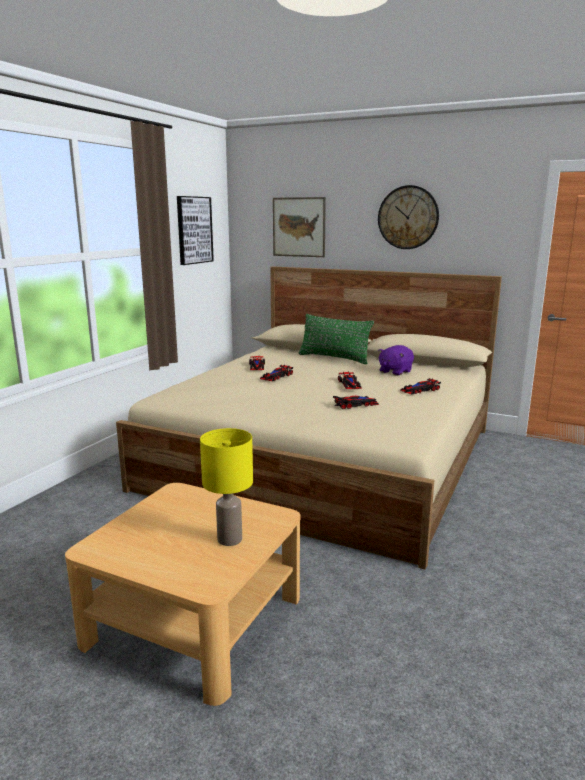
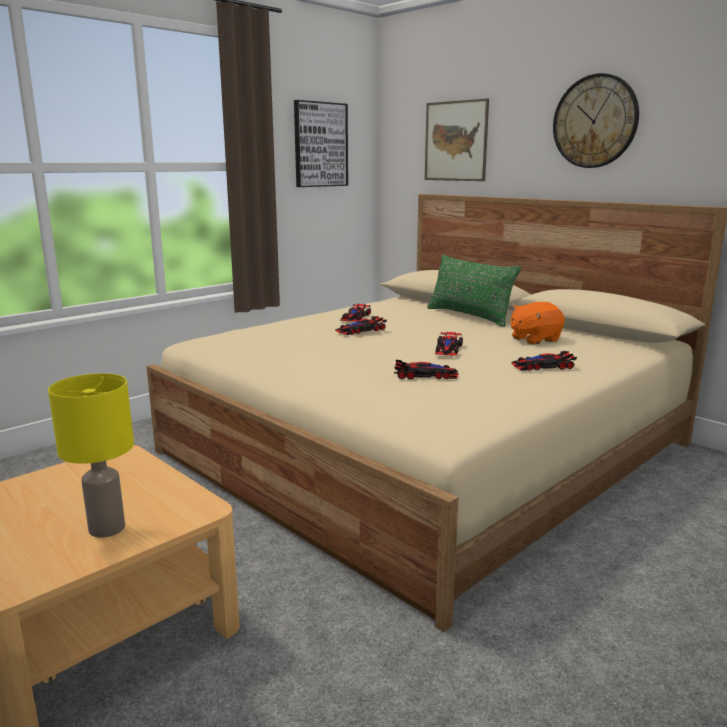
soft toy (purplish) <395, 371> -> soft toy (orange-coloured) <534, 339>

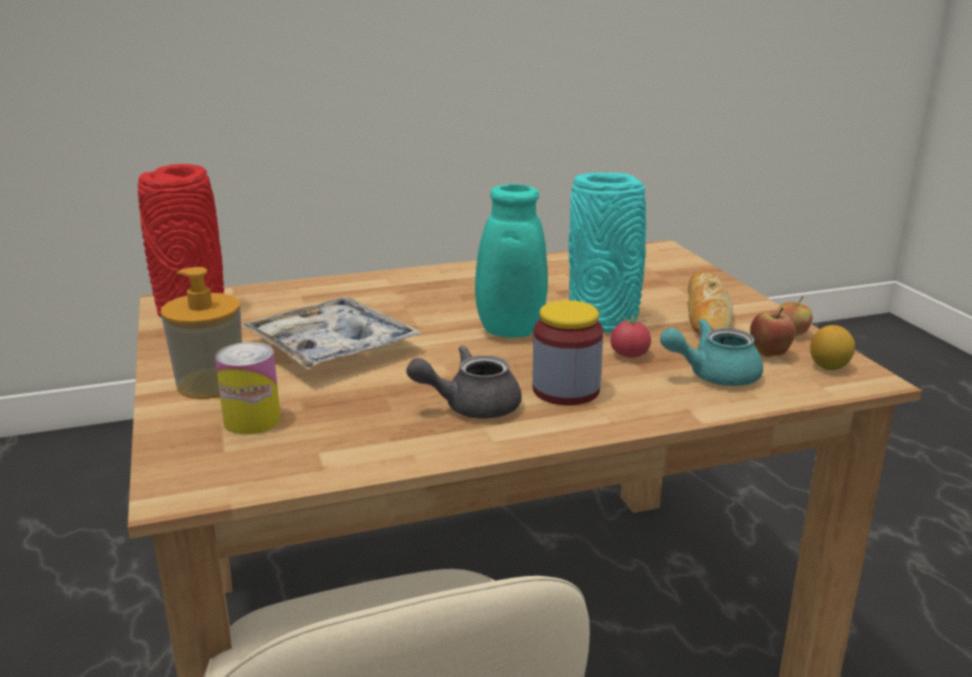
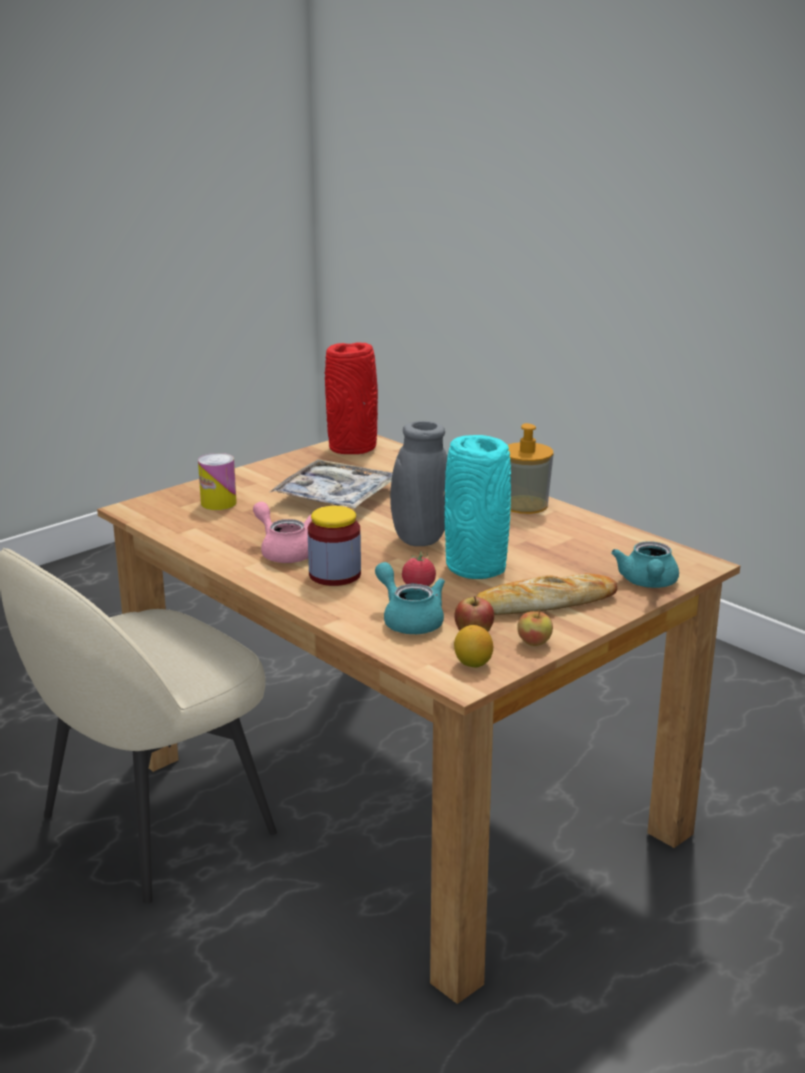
decorative vase (blue-green) <505, 333> -> decorative vase (gray) <415, 539>
soap bottle <211, 383> -> soap bottle <525, 505>, relocated
tea pot (gray) <470, 406> -> tea pot (pink-coloured) <284, 552>
none -> tea pot (blue-green) <648, 583>

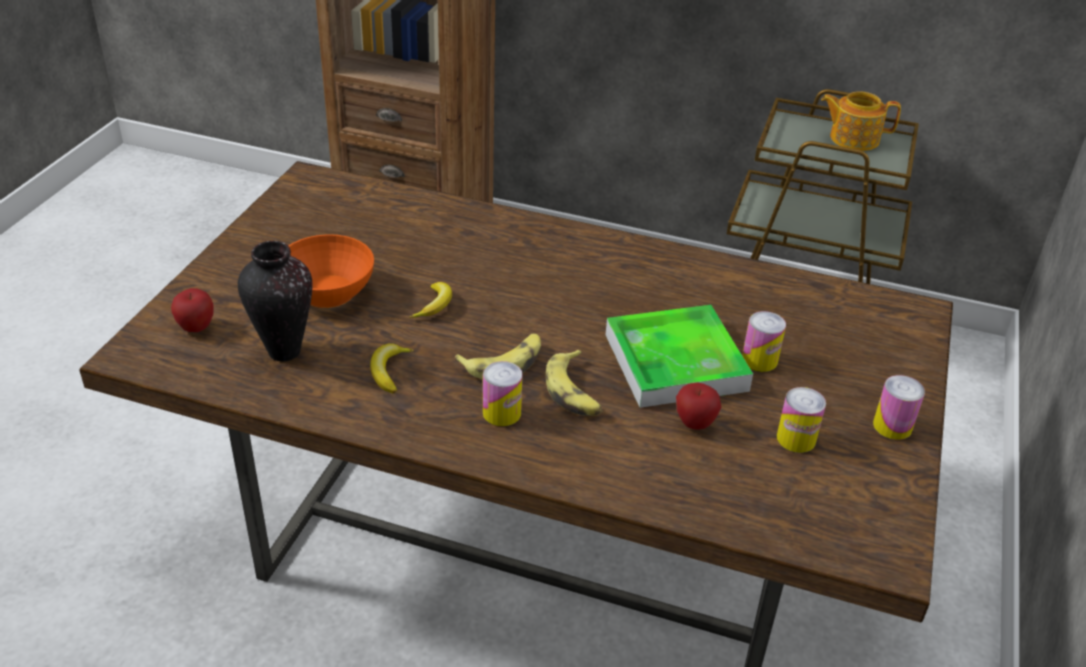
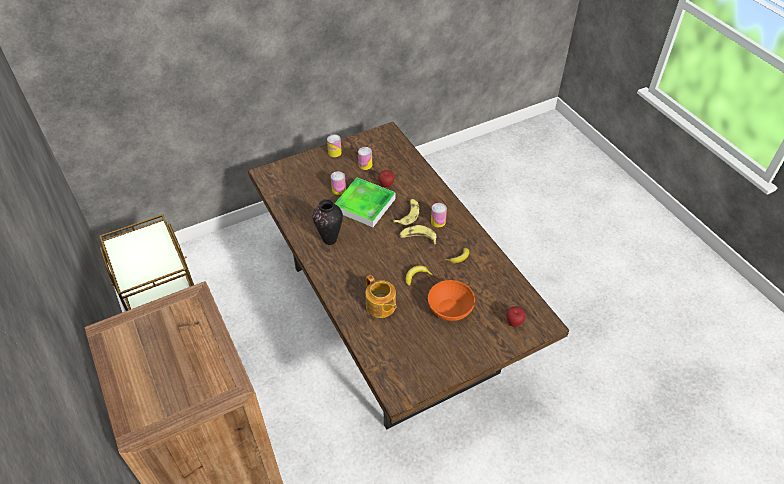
tea pot <853, 138> -> tea pot <381, 306>, relocated
decorative vase <283, 351> -> decorative vase <330, 240>, relocated

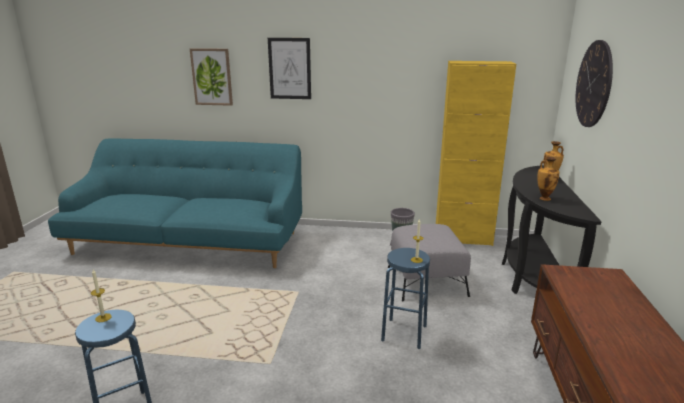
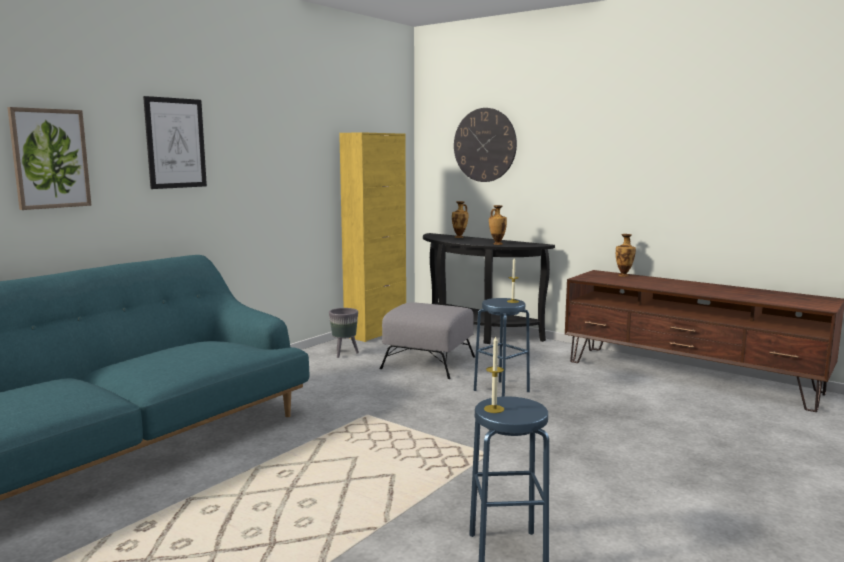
none -> decorative vase <624, 275>

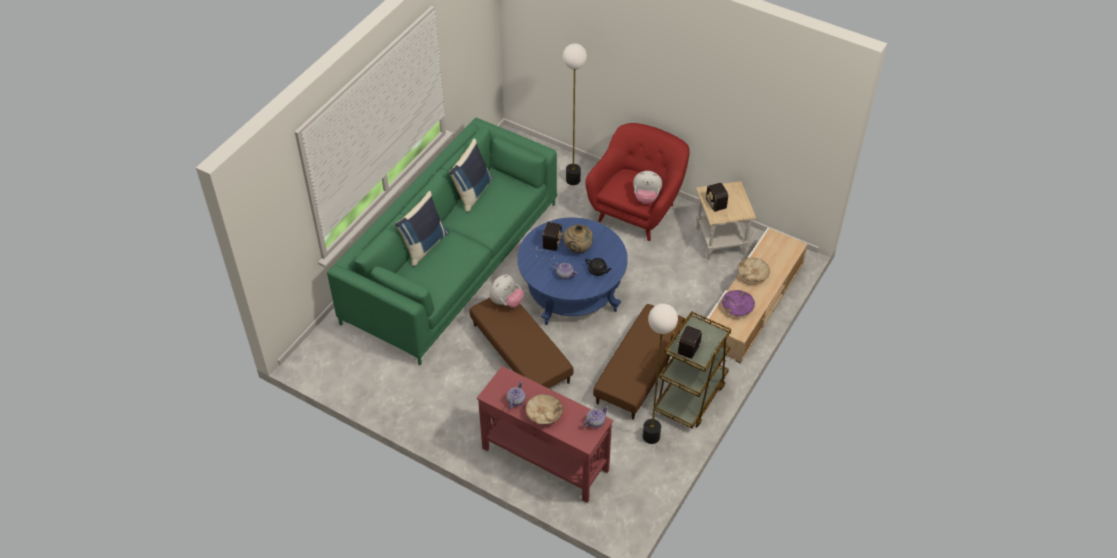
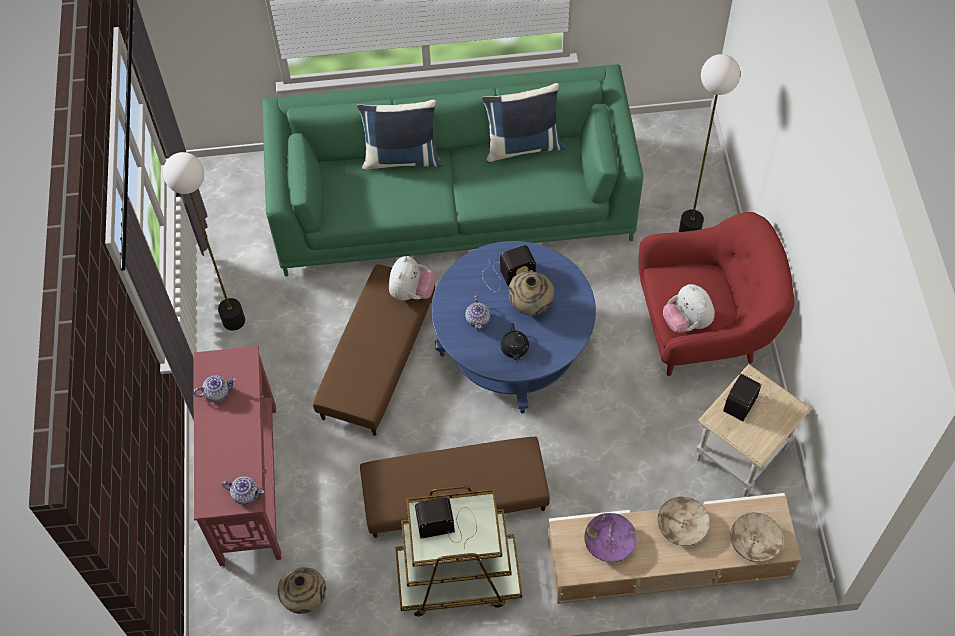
soft toy <506, 302> -> soft toy <412, 292>, 75 degrees counterclockwise
standard lamp <650, 436> -> standard lamp <233, 320>, relocated
deep dish (beige-coloured) <544, 414> -> deep dish (beige-coloured) <754, 542>, relocated
none -> decorative vase (beige-coloured) <305, 599>

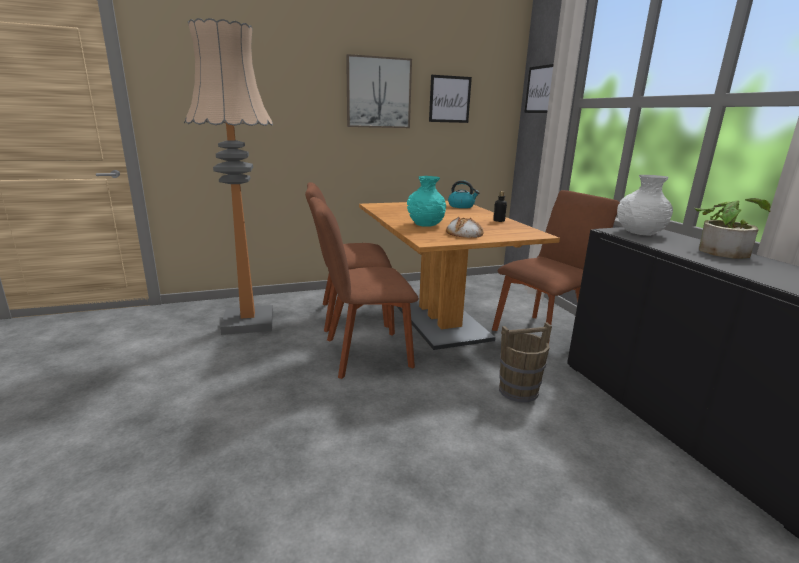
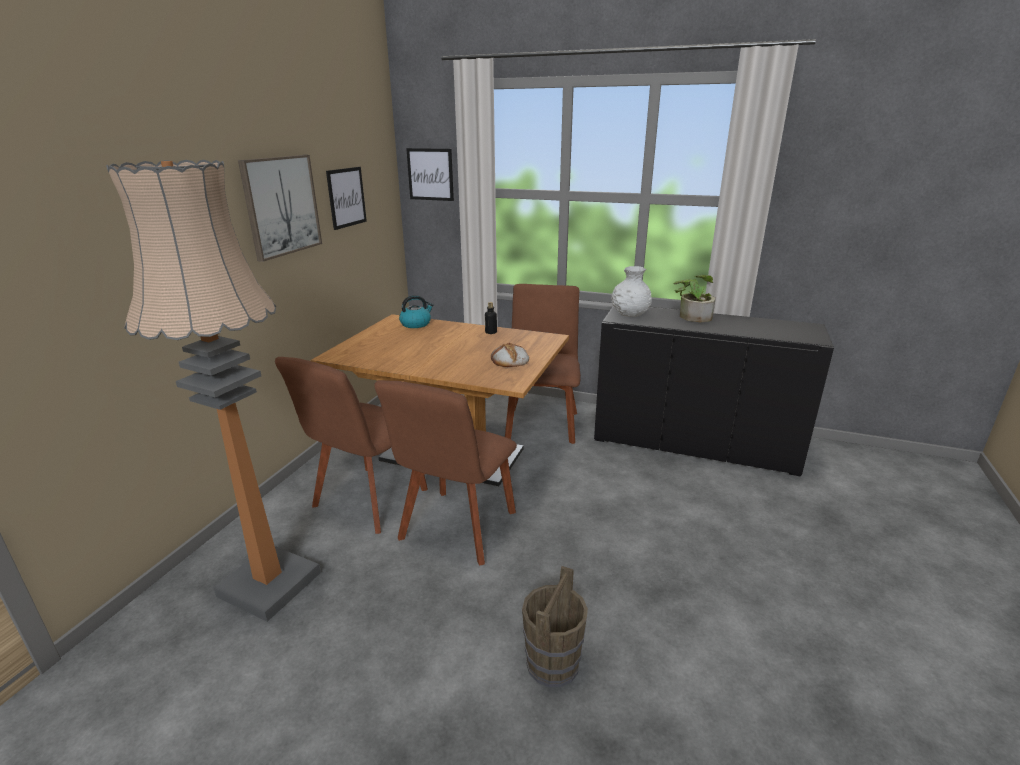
decorative vase (blue-green) <426, 225> -> none
pail (brown-coloured) <518, 391> -> pail (brown-coloured) <553, 663>, relocated

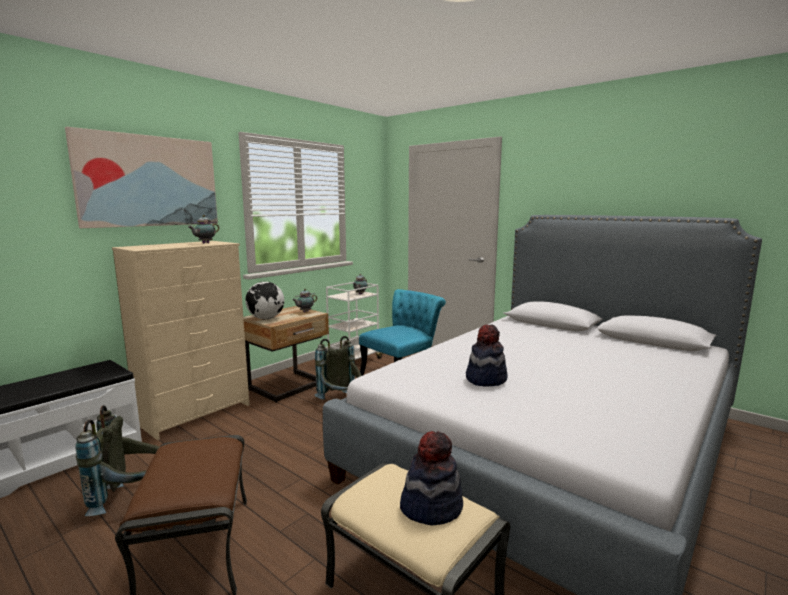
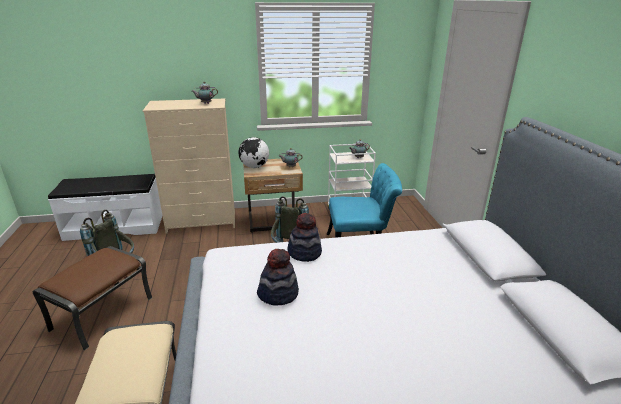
wall picture <149, 181> -> none
hat <431, 506> -> hat <304, 252>, relocated

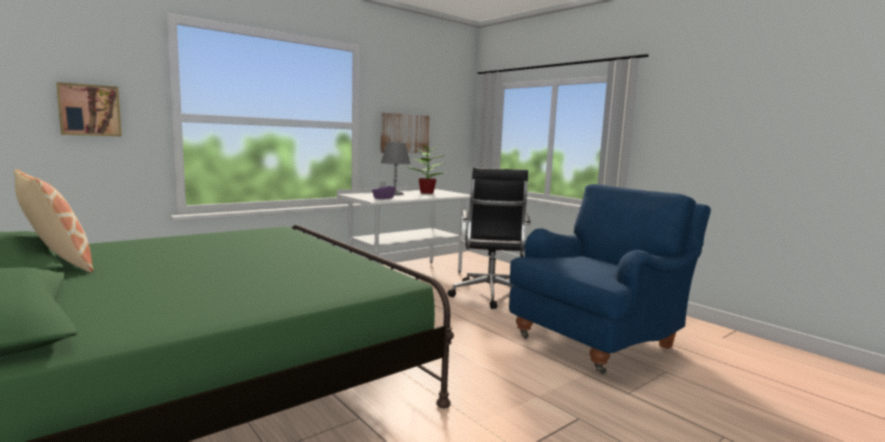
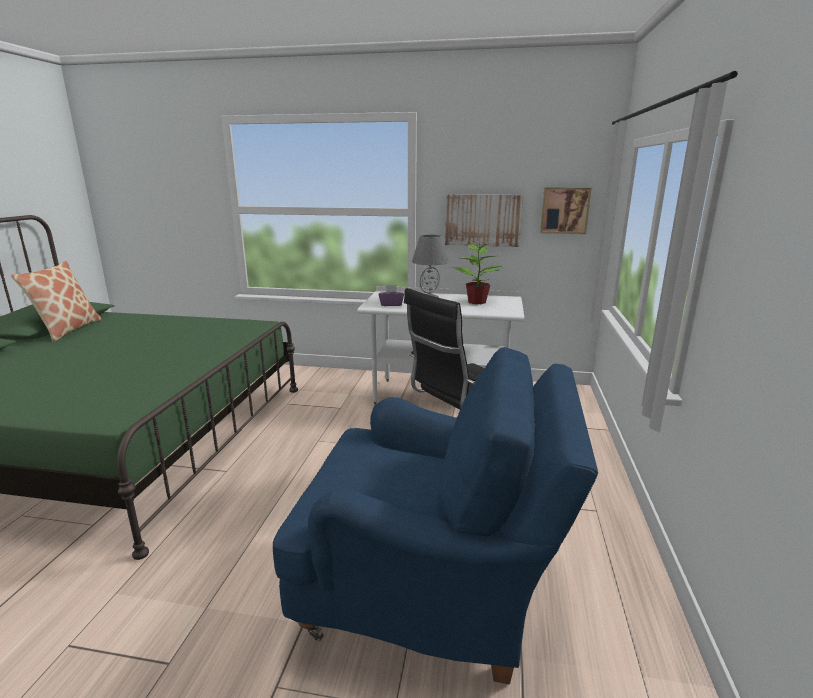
wall picture <89, 110> -> wall picture <564, 210>, relocated

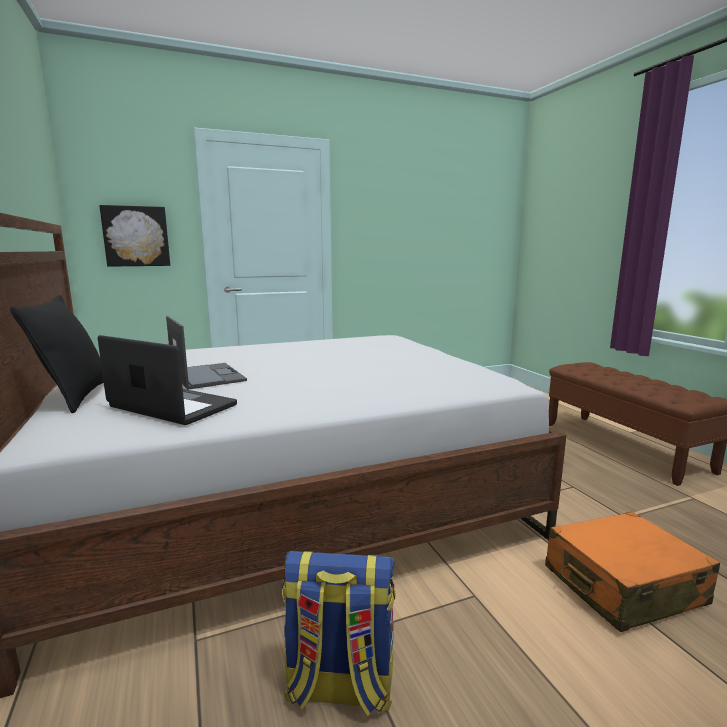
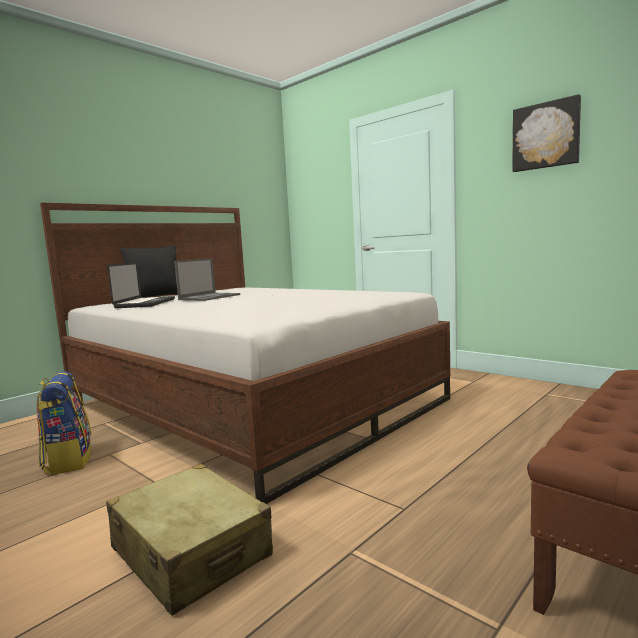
wall picture <136, 236> -> wall picture <546, 135>, relocated
travel case (orange-coloured) <622, 586> -> travel case (beige-coloured) <191, 552>

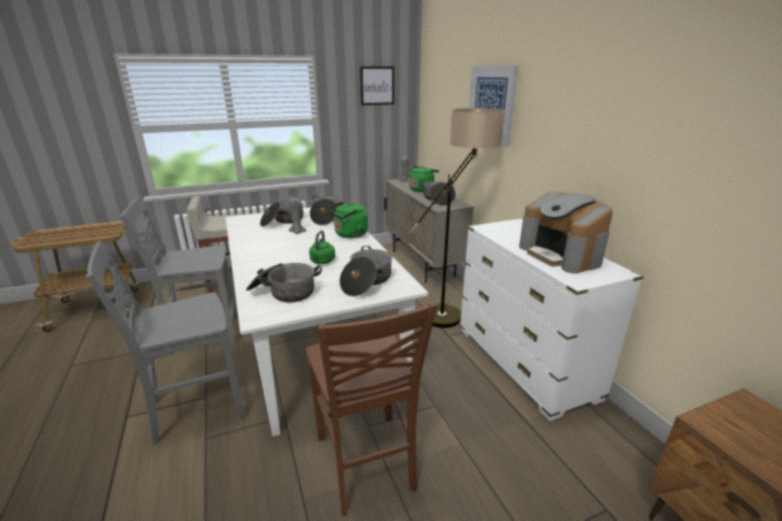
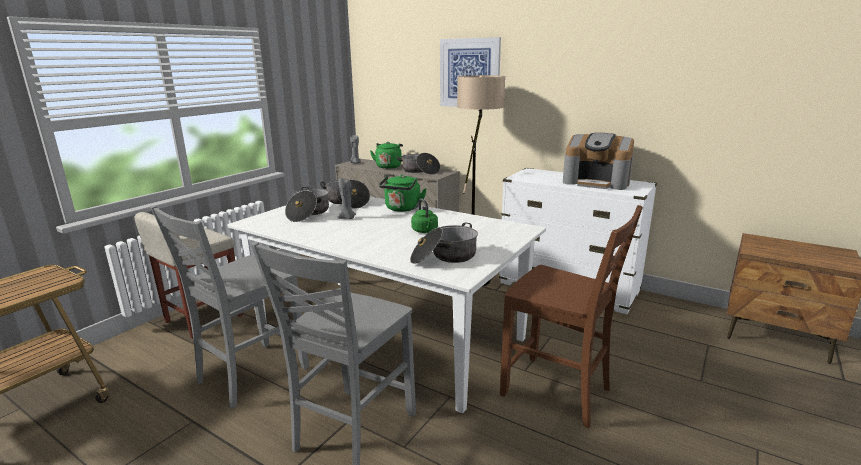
wall picture <377, 86> -> none
stockpot <366, 281> -> none

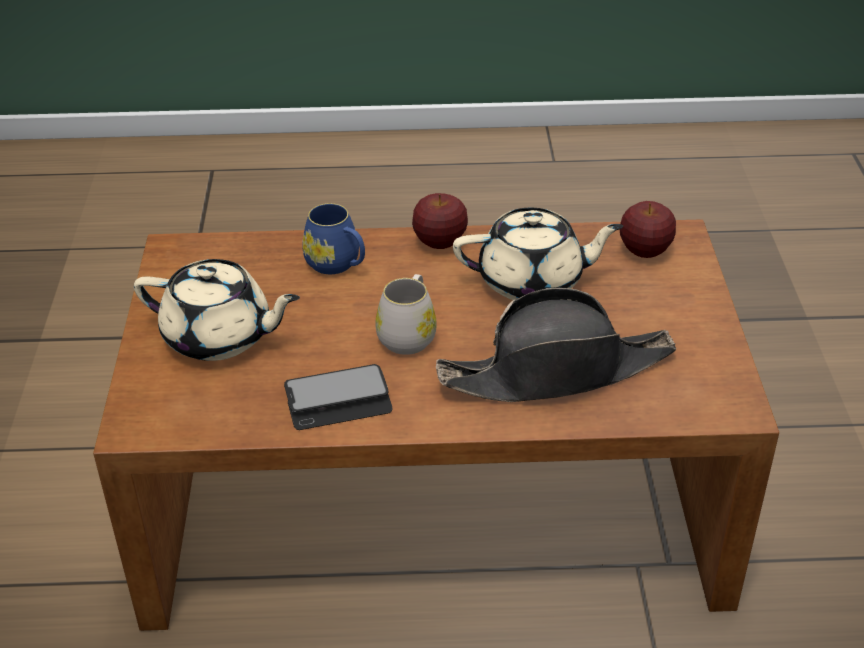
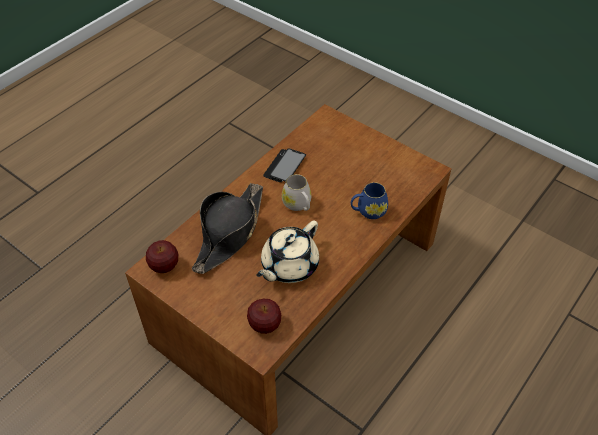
whole apple <440, 242> -> whole apple <164, 266>, relocated
tea pot (beige-coloured) <219, 337> -> none

